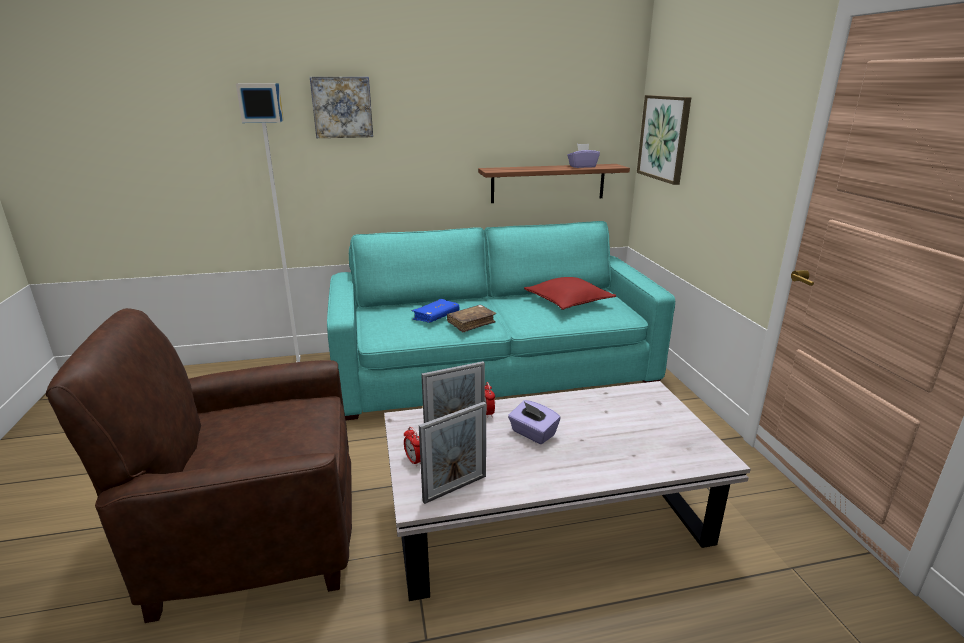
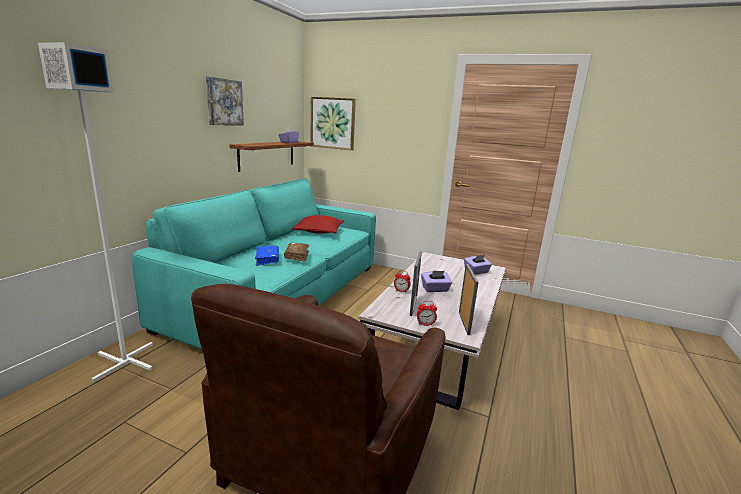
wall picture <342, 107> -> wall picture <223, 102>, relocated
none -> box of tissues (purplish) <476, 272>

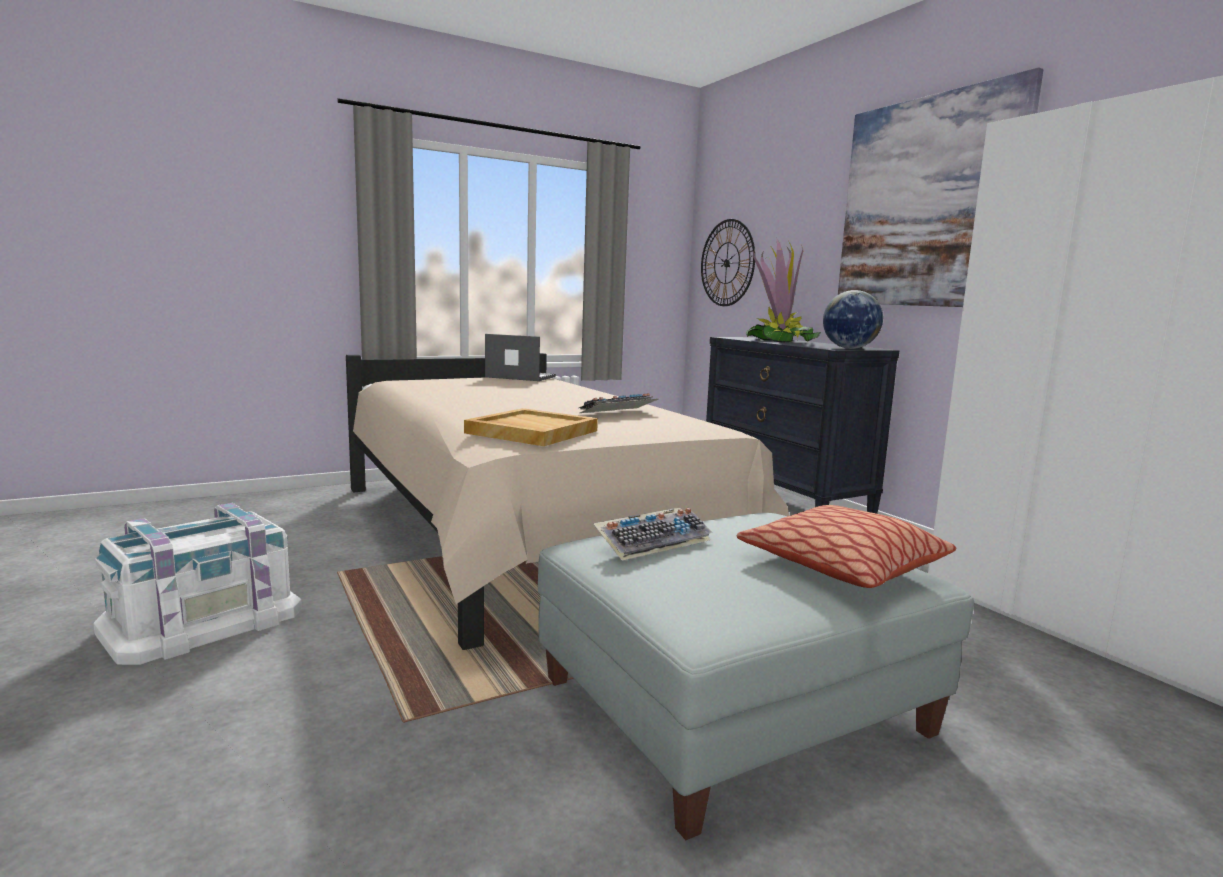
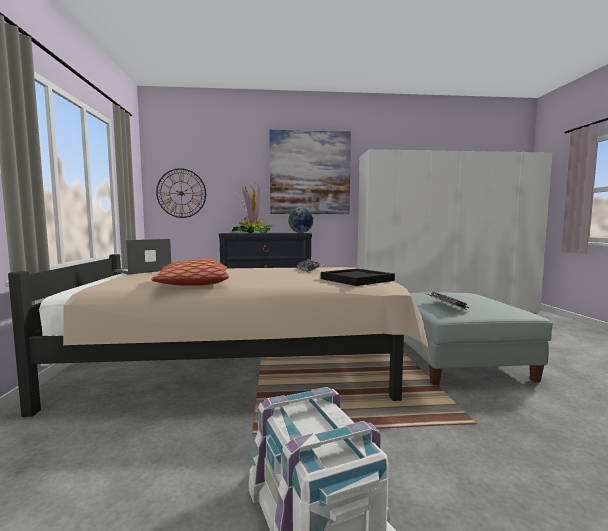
tray (beige-coloured) <530, 432> -> tray (black) <357, 280>
throw pillow <841, 566> -> throw pillow <193, 284>, relocated

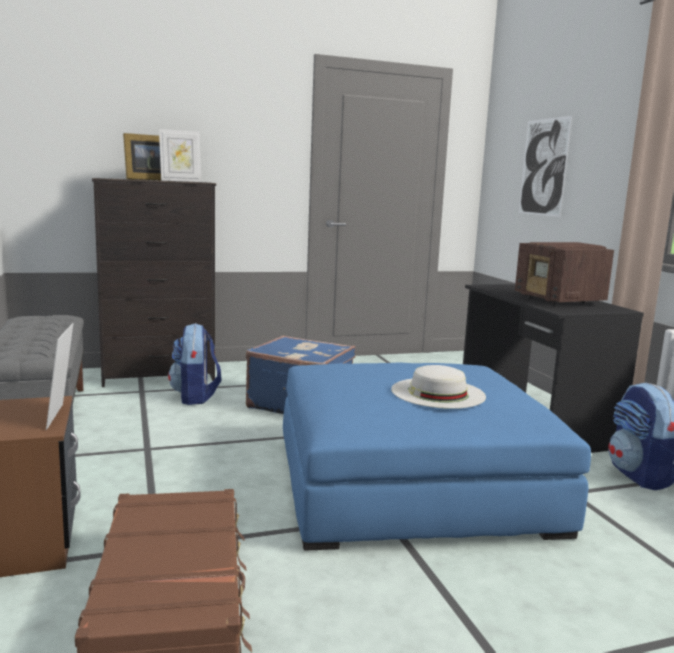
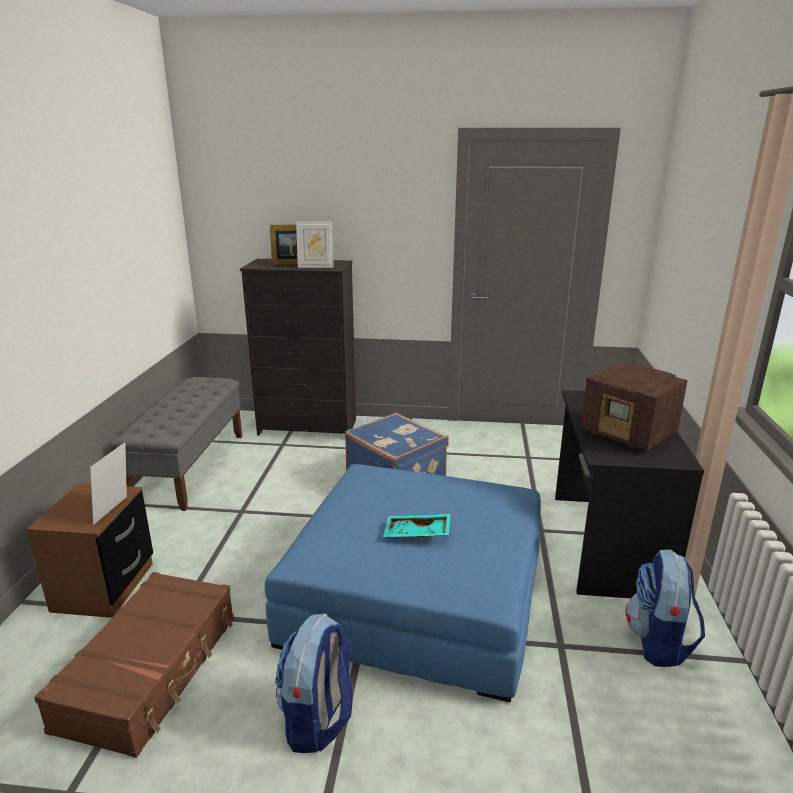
wall picture <543, 167> -> none
radio receiver <559, 300> -> radio receiver <629, 434>, 45 degrees counterclockwise
backpack <195, 397> -> backpack <318, 720>, relocated
hat (whitish) <438, 393> -> tray (blue-green) <417, 534>

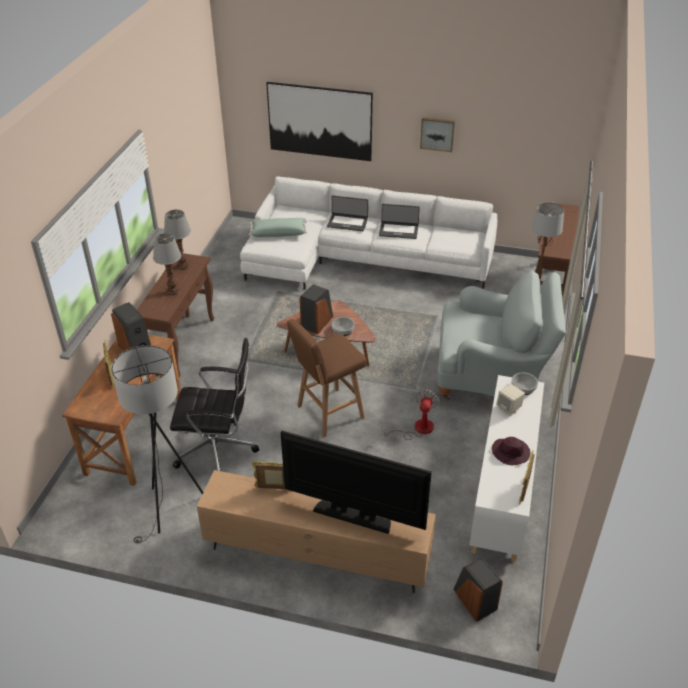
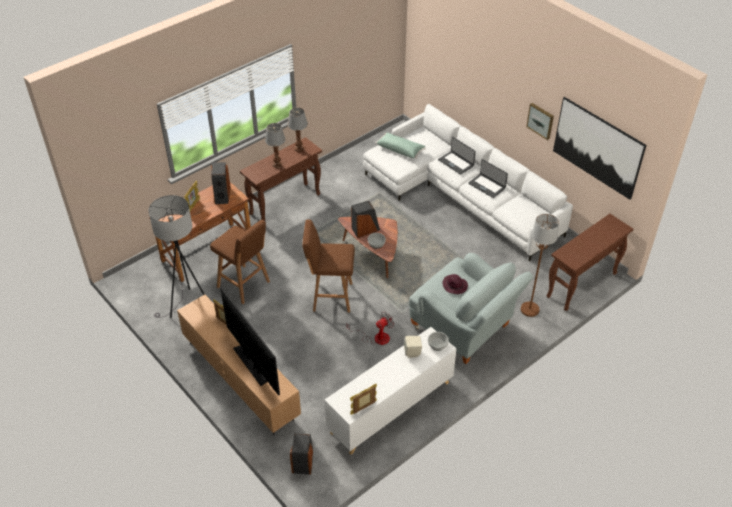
wall picture <320, 121> -> wall picture <597, 147>, relocated
computer chair (black) <218, 450> -> stool (brown-coloured) <244, 285>
hat (purplish) <511, 453> -> hat (purplish) <455, 286>, relocated

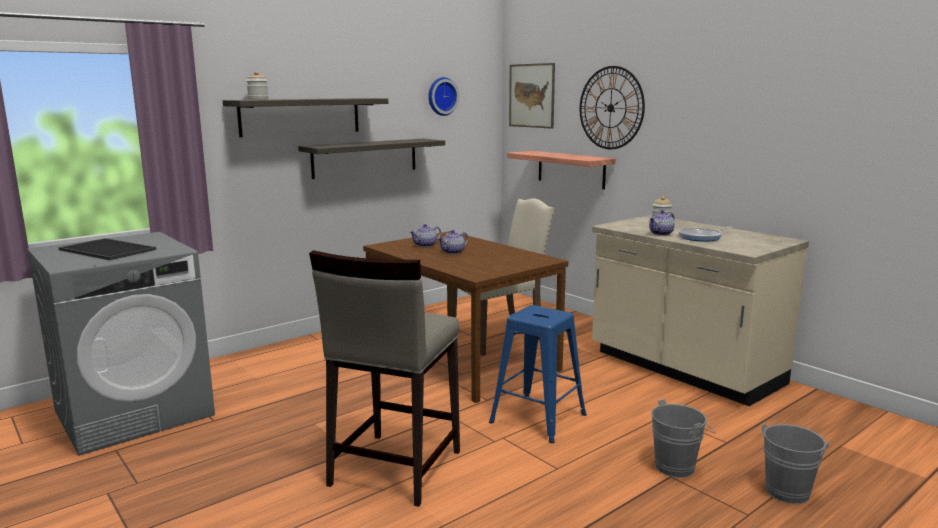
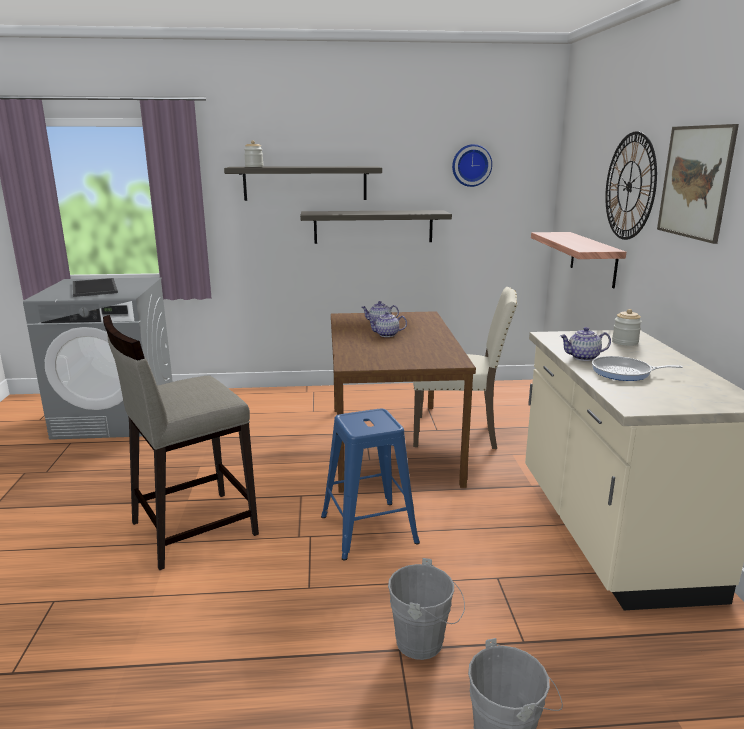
wall picture <531, 95> -> wall picture <695, 182>, relocated

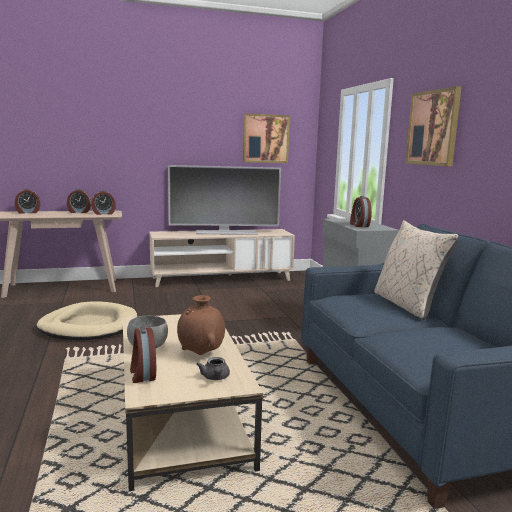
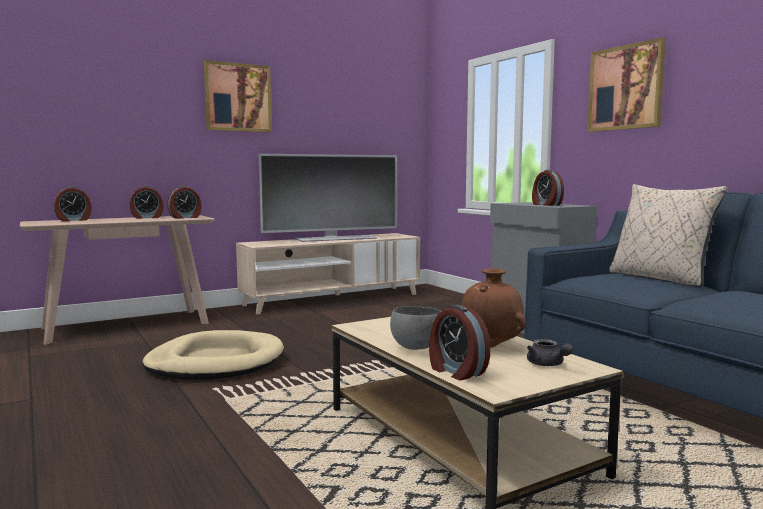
wall picture <265, 138> -> wall picture <238, 97>, relocated

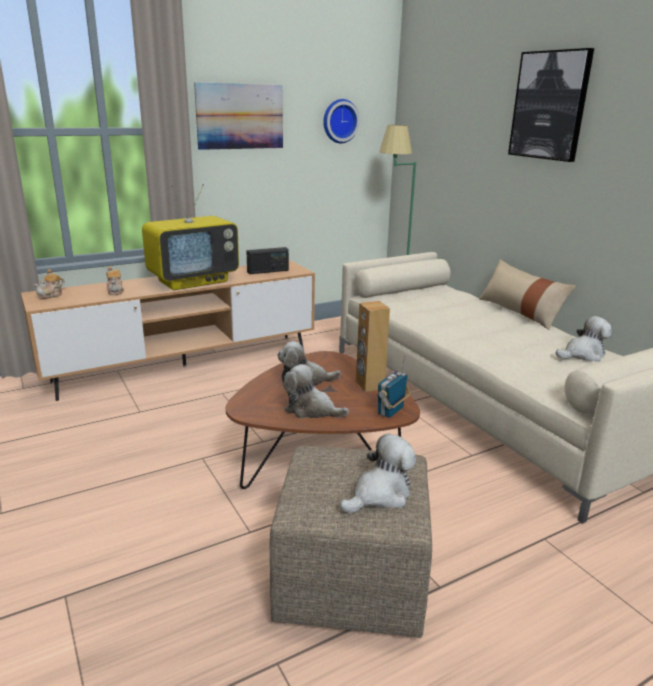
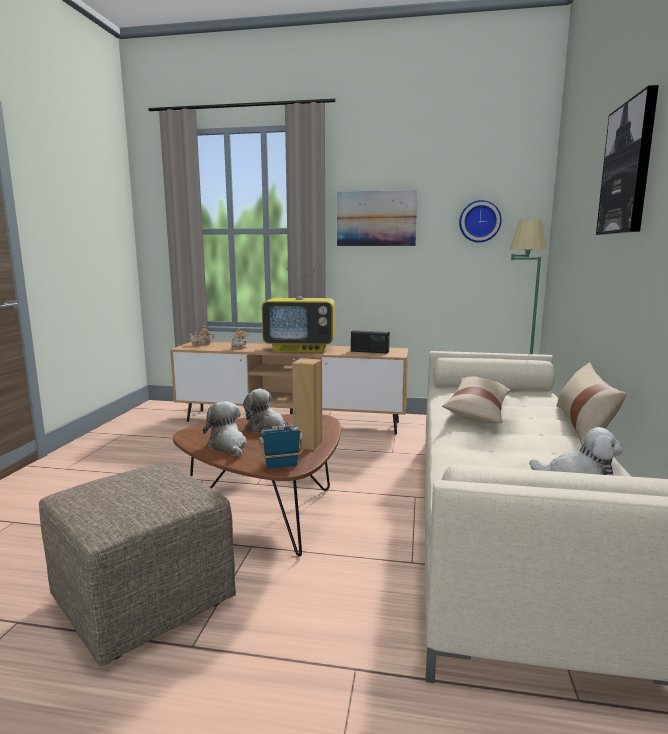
soft toy <380, 494> -> none
none -> throw pillow (beige-coloured) <478, 411>

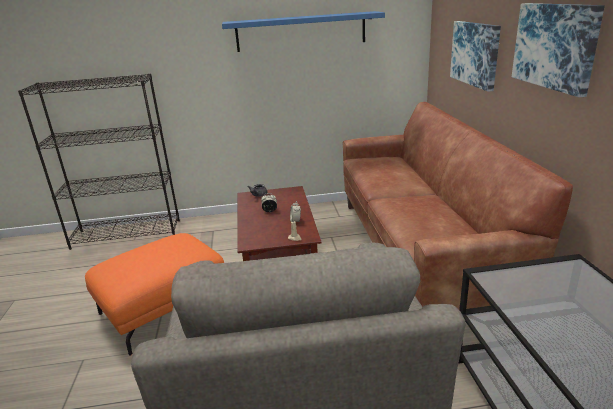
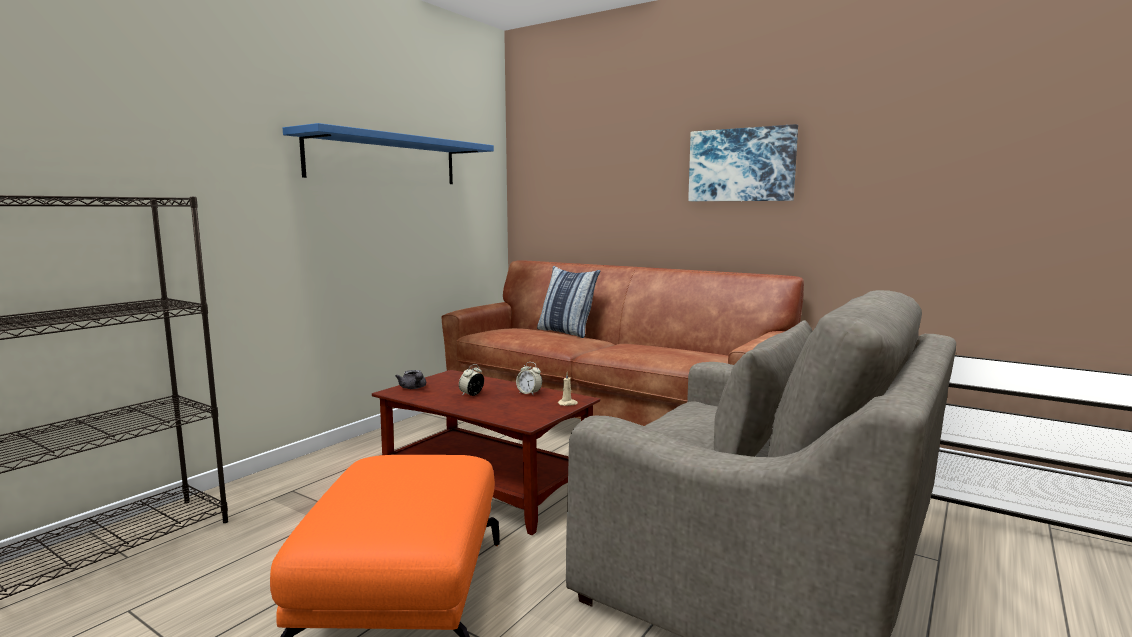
wall picture <475, 54> -> none
none -> throw pillow <566, 332>

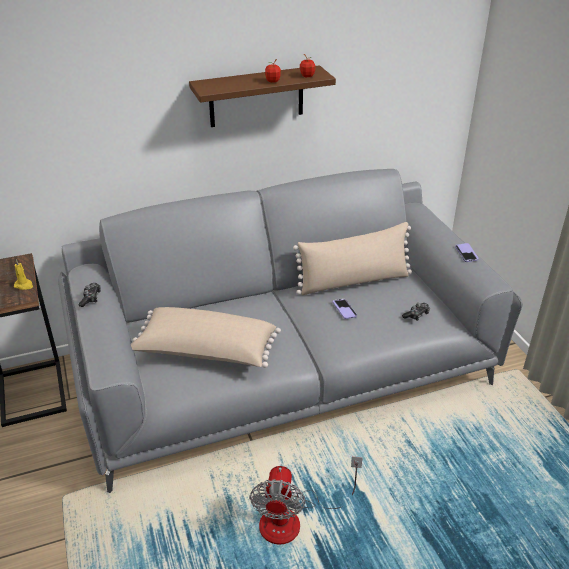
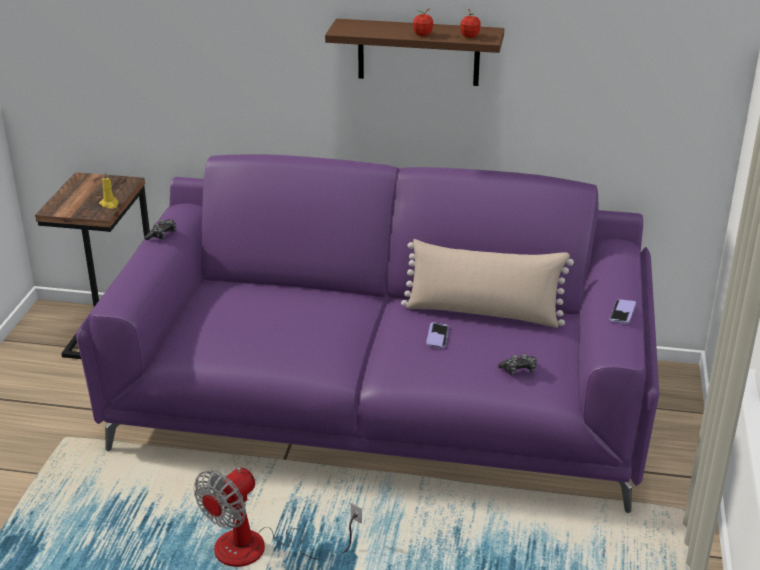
sofa (gray) <285, 372> -> sofa (purplish) <382, 407>
throw pillow (beige-coloured) <205, 352> -> none

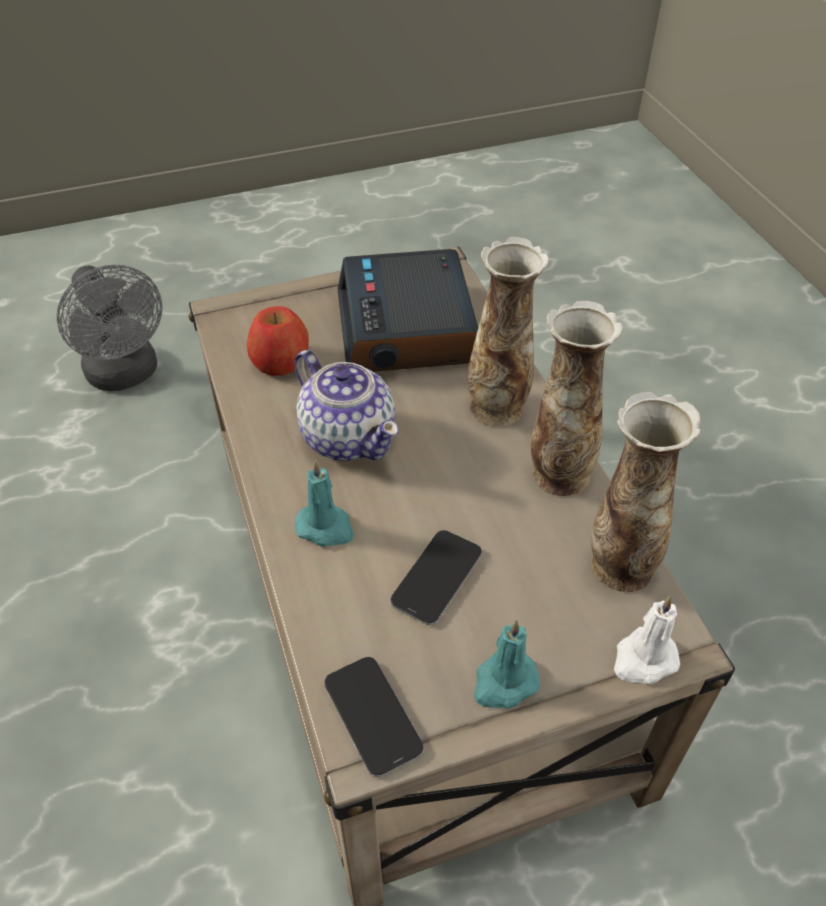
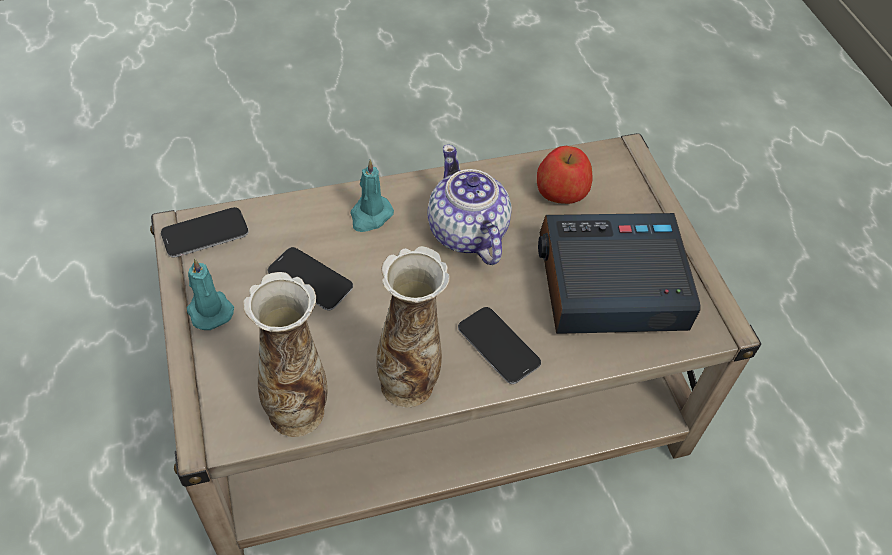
decorative vase <497, 406> -> phone <498, 346>
electric fan (gray) <127, 375> -> none
tea pot <348, 436> -> tea pot <466, 233>, 105 degrees clockwise
wax light (whitish) <643, 659> -> none

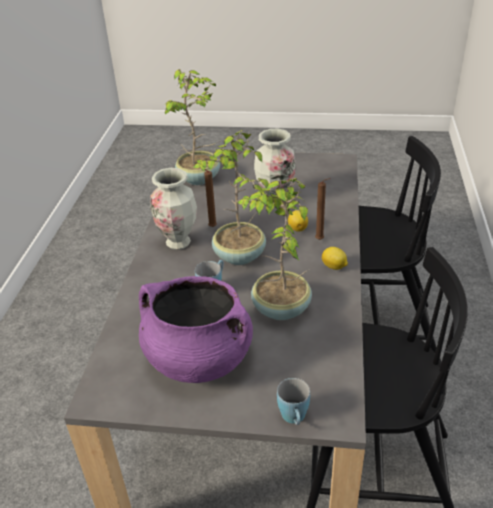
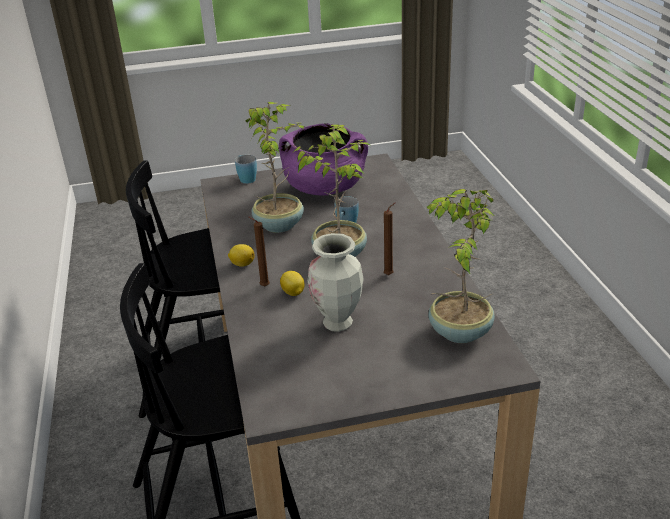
decorative vase <178, 243> -> none

